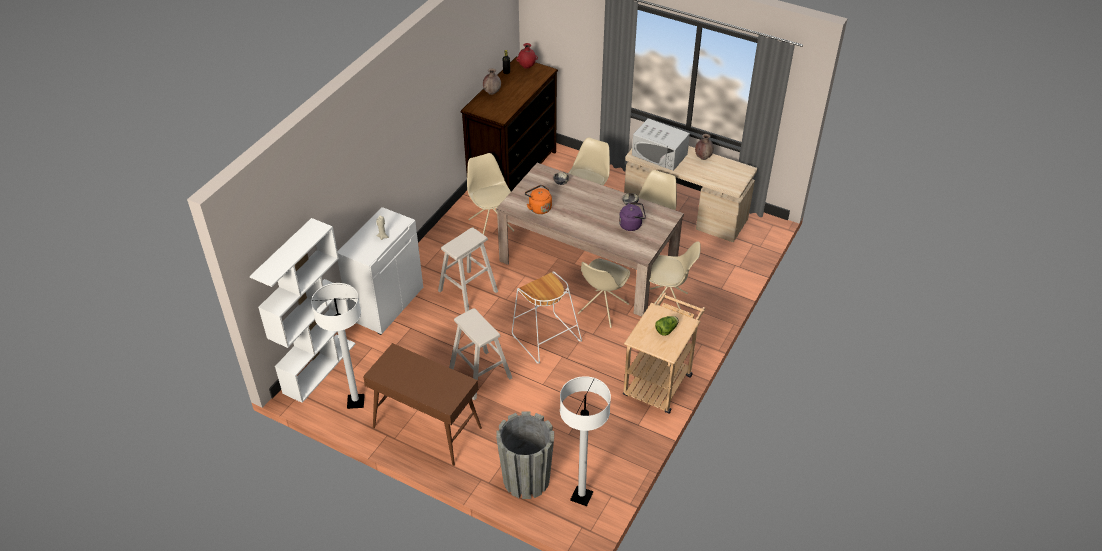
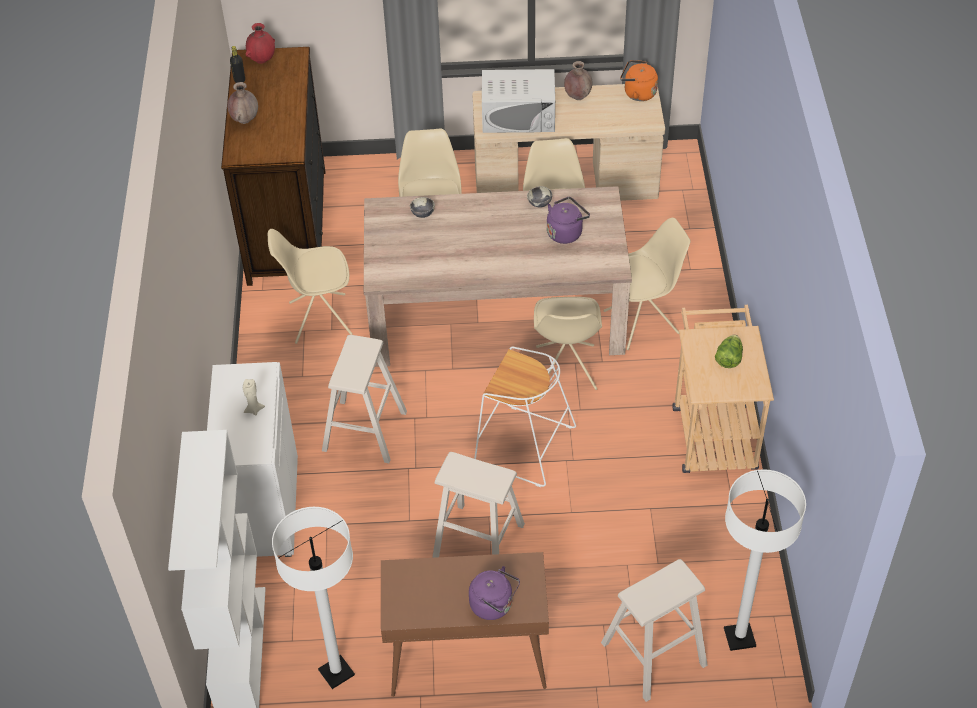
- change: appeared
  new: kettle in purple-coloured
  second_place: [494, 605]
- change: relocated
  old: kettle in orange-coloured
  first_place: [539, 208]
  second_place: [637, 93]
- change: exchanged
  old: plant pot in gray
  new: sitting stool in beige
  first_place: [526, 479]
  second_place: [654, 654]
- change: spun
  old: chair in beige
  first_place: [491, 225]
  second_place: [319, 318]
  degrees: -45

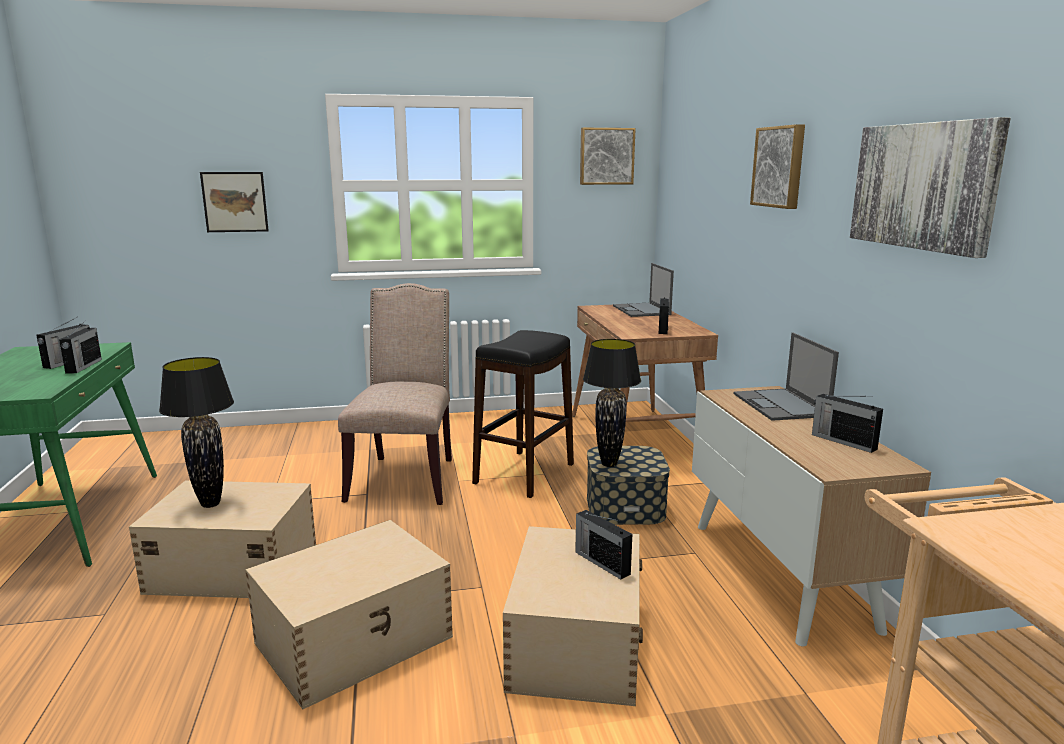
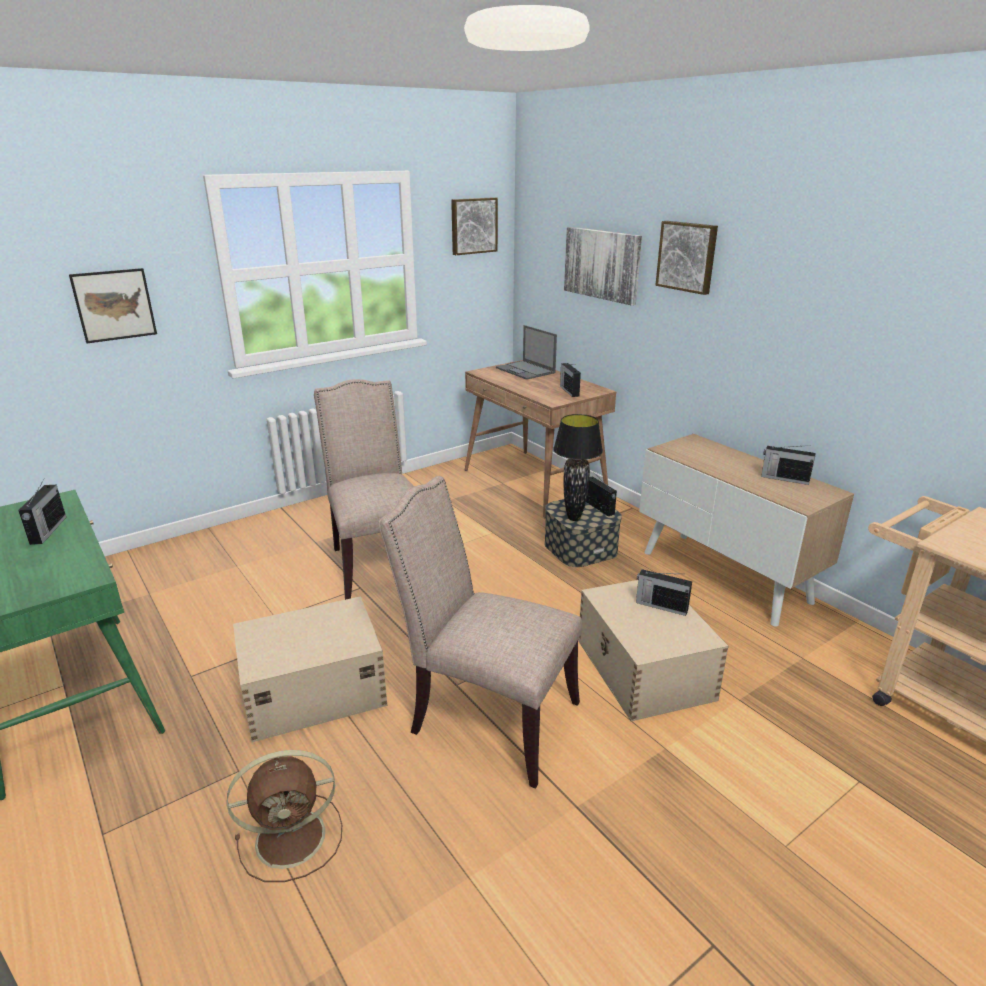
- change: missing
  old: lamp for a table in black-coloured
  first_place: [210, 504]
- change: missing
  old: sitting stool in black-coloured
  first_place: [524, 473]
- change: missing
  old: laptop
  first_place: [781, 405]
- change: appeared
  new: electric fan in brownish
  second_place: [294, 837]
- change: relocated
  old: radio receiver
  first_place: [83, 366]
  second_place: [599, 508]
- change: relocated
  old: wall picture
  first_place: [924, 186]
  second_place: [602, 264]
- change: exchanged
  old: storage bin in beige
  new: chair in beige
  first_place: [356, 639]
  second_place: [487, 718]

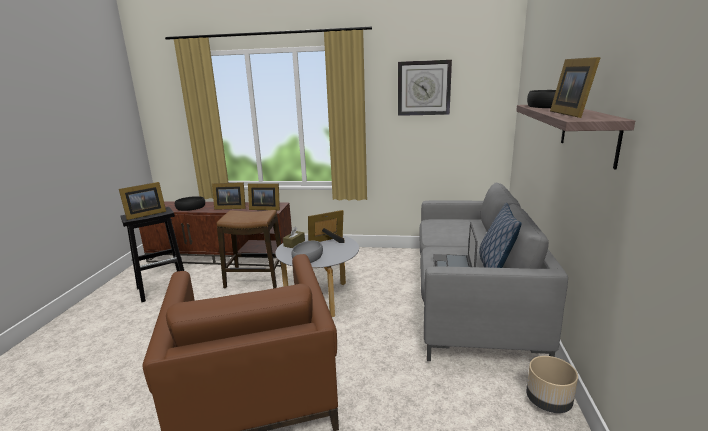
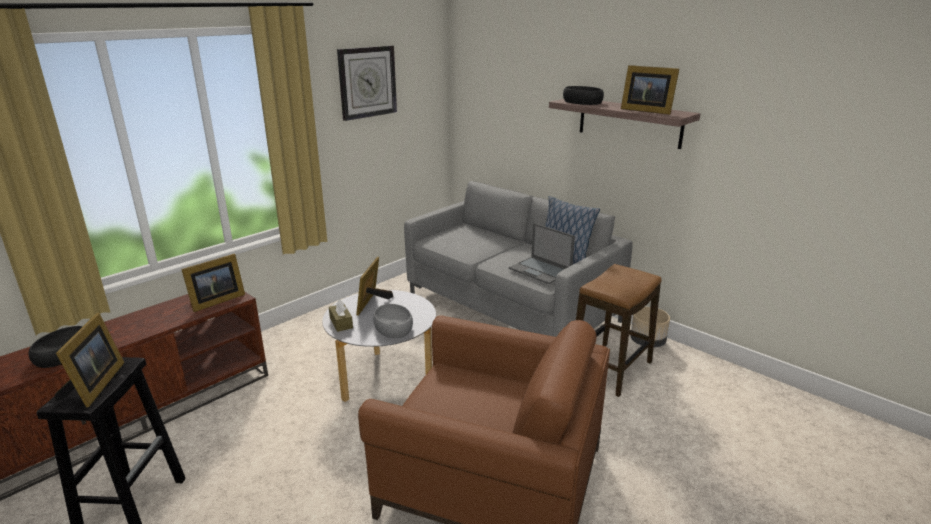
- change: missing
  old: picture frame
  first_place: [230, 207]
- change: relocated
  old: sitting stool
  first_place: [255, 279]
  second_place: [610, 369]

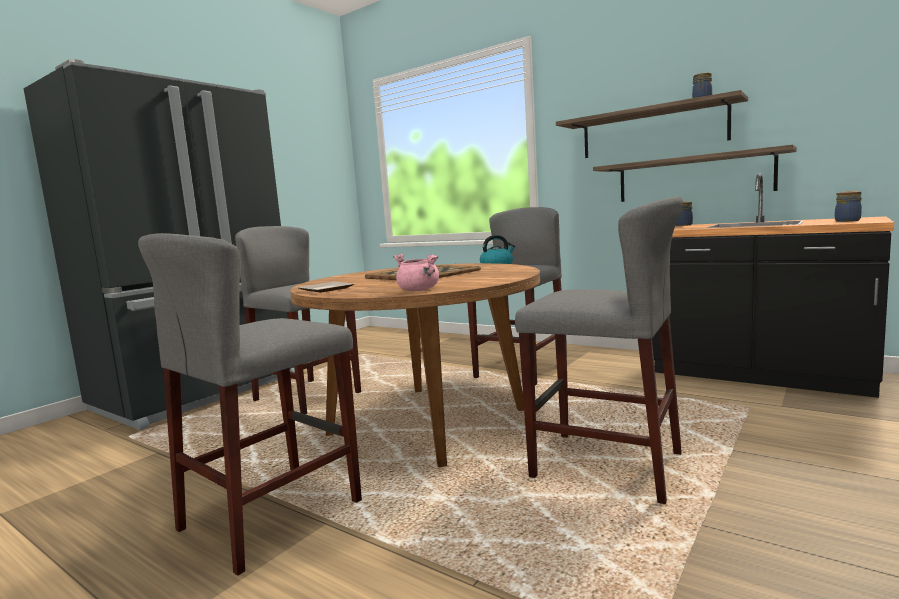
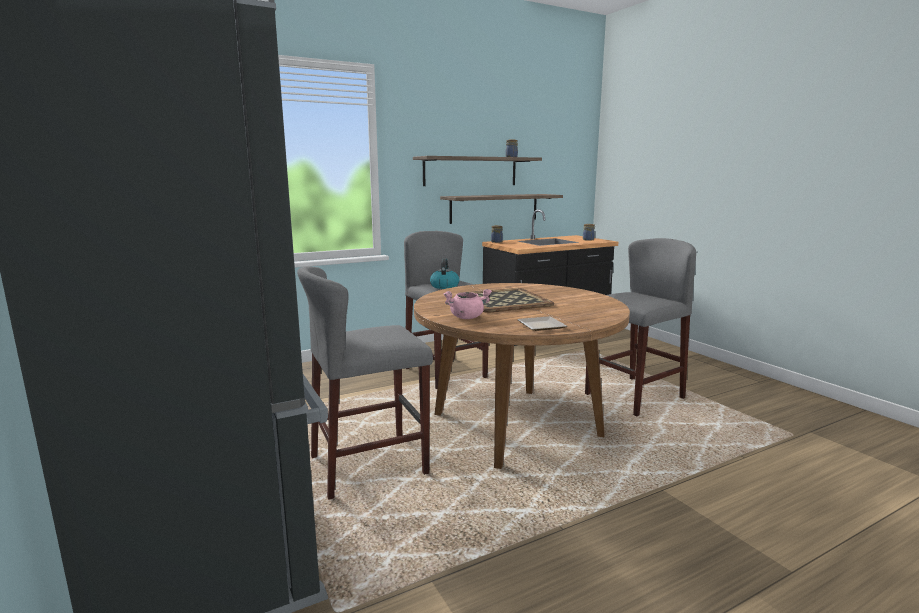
- change: missing
  old: sitting stool in gray
  first_place: [272, 515]
- change: relocated
  old: saucepot in pink-coloured
  first_place: [419, 290]
  second_place: [467, 317]

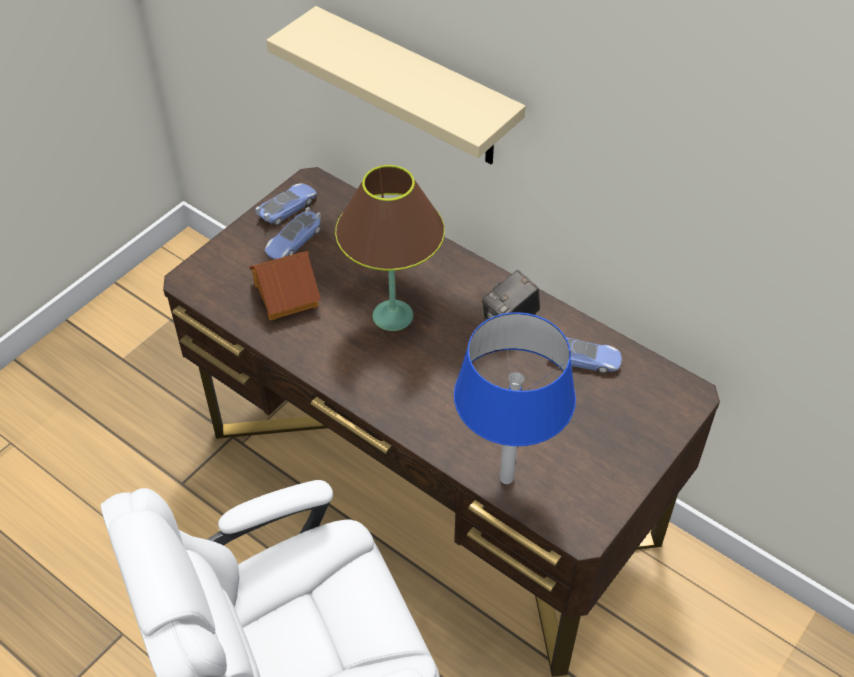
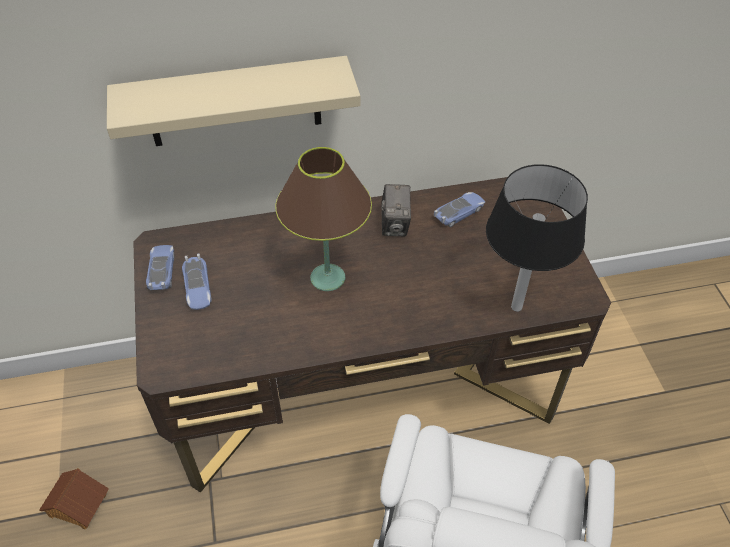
- change: relocated
  old: miniature house
  first_place: [285, 295]
  second_place: [77, 505]
- change: colour
  old: lamp for a table in blue
  new: lamp for a table in black-coloured
  first_place: [506, 478]
  second_place: [516, 307]

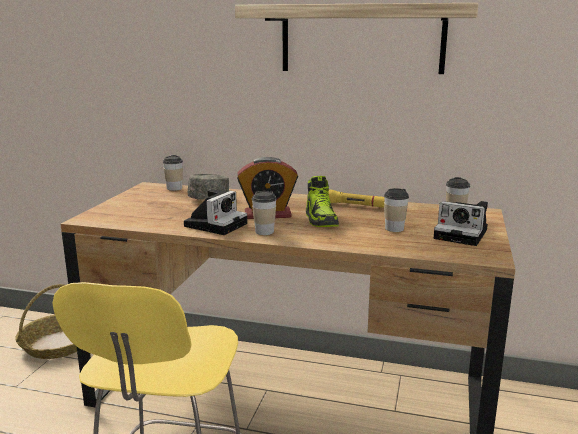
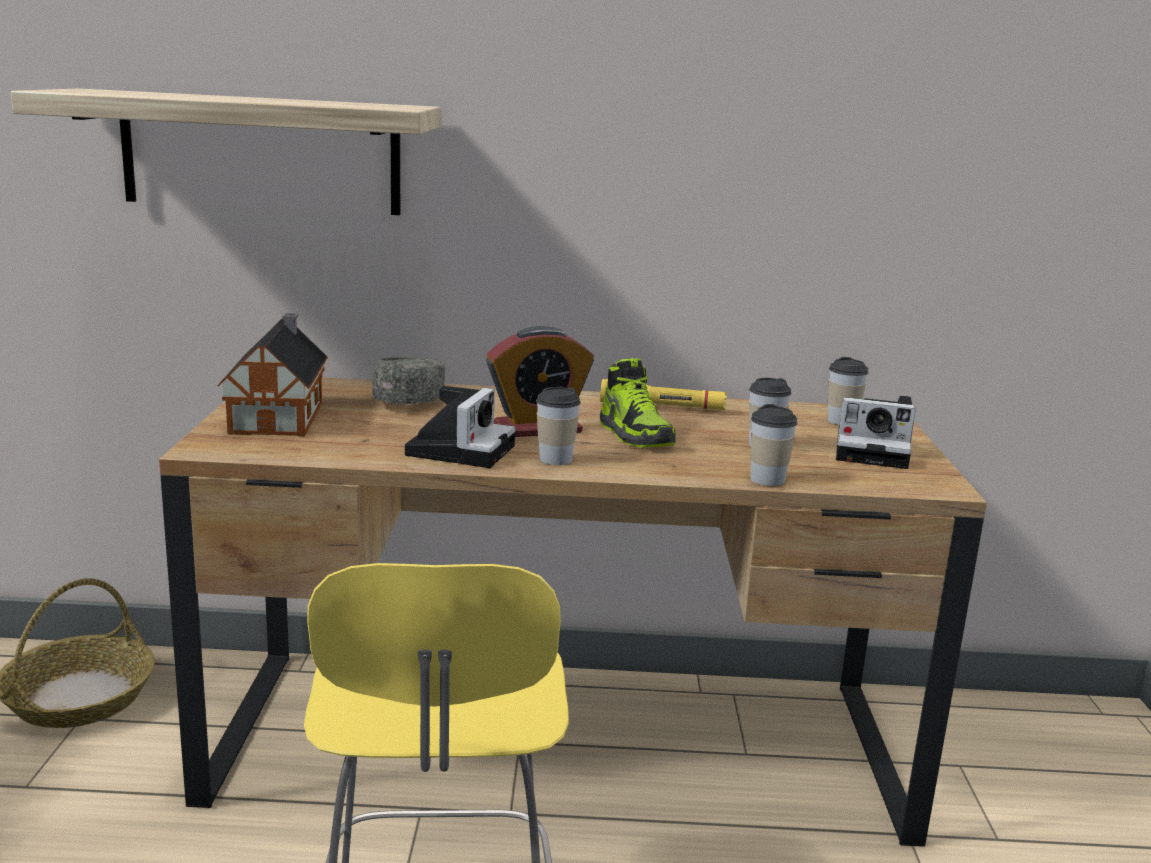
- change: appeared
  new: miniature house
  second_place: [279, 416]
- change: relocated
  old: small cup
  first_place: [174, 188]
  second_place: [767, 480]
- change: relocated
  old: wall shelf
  first_place: [362, 39]
  second_place: [261, 153]

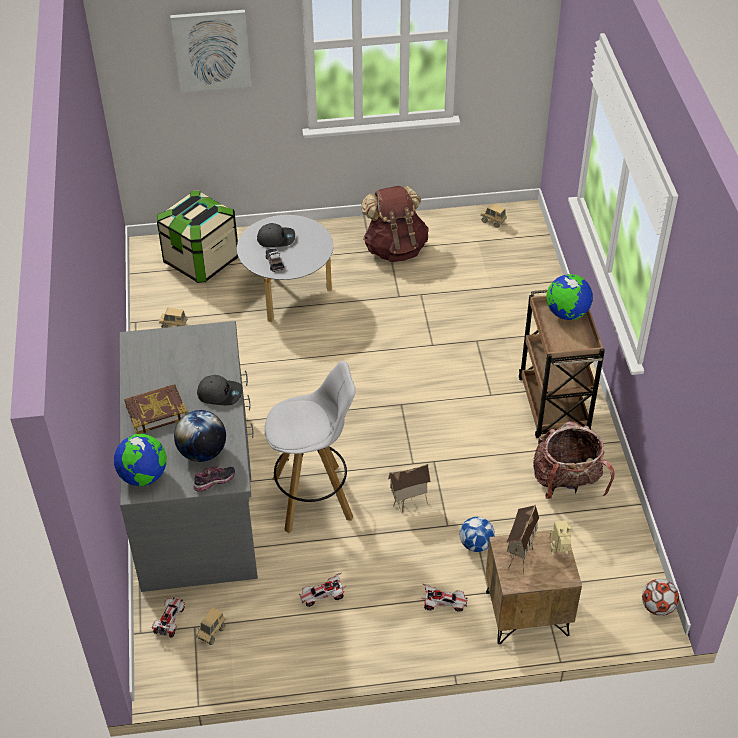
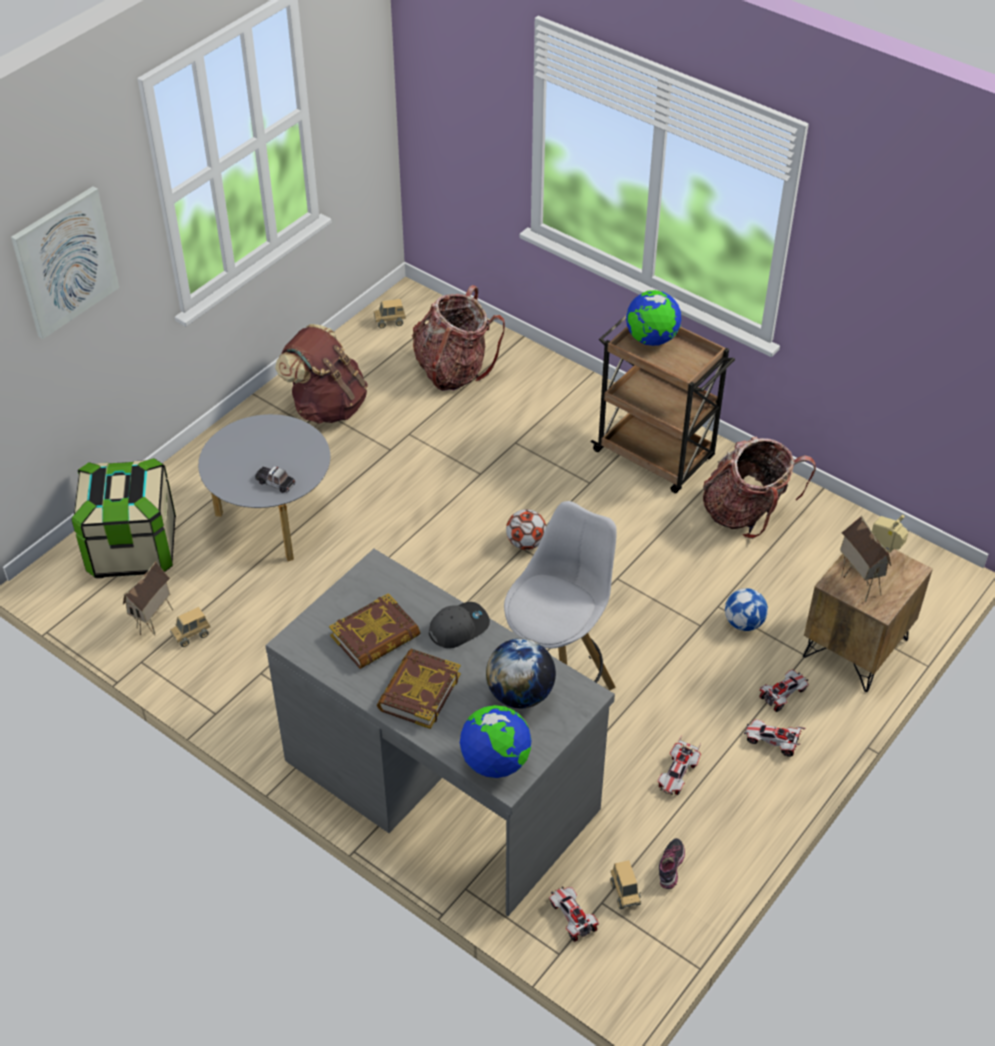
- change: missing
  old: cap in gray
  first_place: [276, 238]
- change: appeared
  new: bound book
  second_place: [375, 637]
- change: appeared
  new: backpack
  second_place: [453, 369]
- change: appeared
  new: miniature car
  second_place: [772, 742]
- change: relocated
  old: item of footwear
  first_place: [215, 483]
  second_place: [671, 868]
- change: relocated
  old: miniature house
  first_place: [409, 504]
  second_place: [155, 622]
- change: relocated
  old: ball for football
  first_place: [657, 607]
  second_place: [526, 543]

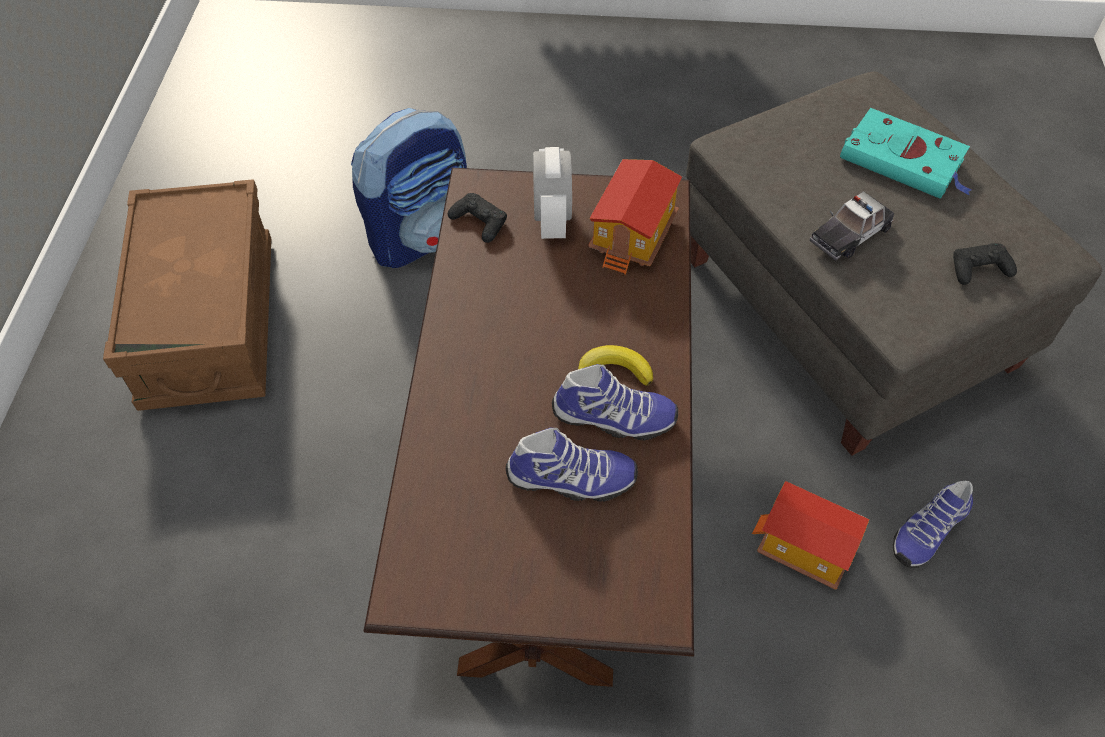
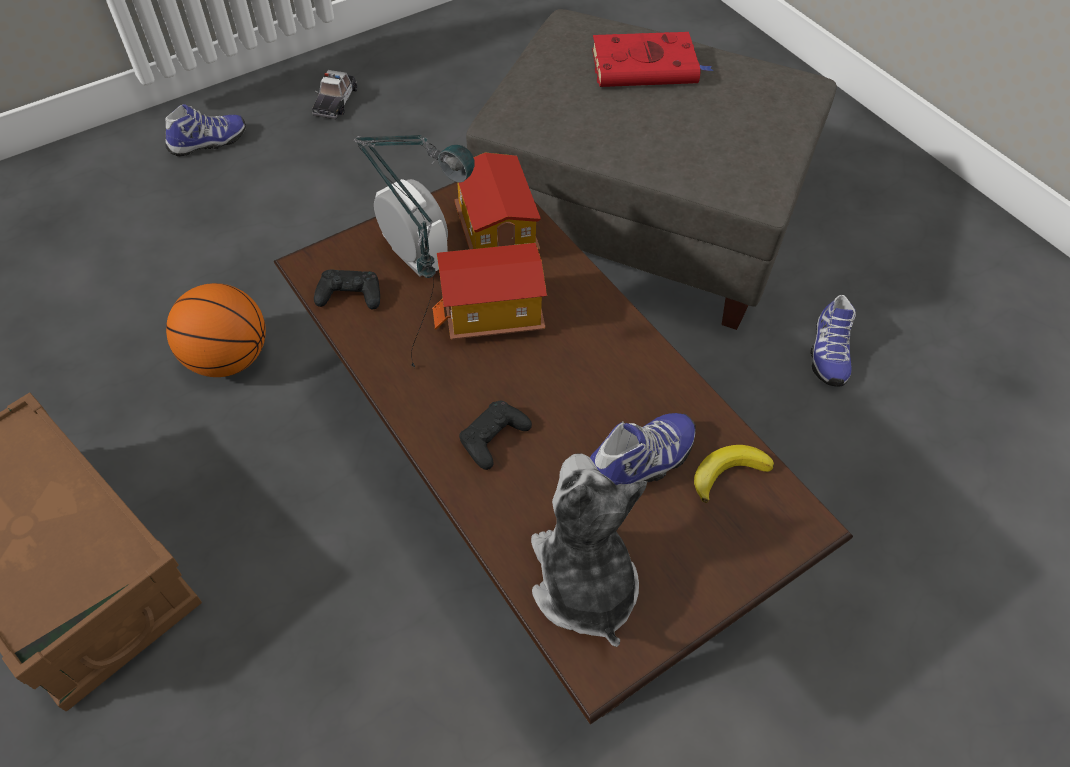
- change: appeared
  new: lamp for a table
  second_place: [434, 365]
- change: appeared
  new: soft toy
  second_place: [583, 581]
- change: relocated
  old: item of footwear
  first_place: [613, 419]
  second_place: [209, 143]
- change: relocated
  old: banana fruit
  first_place: [615, 369]
  second_place: [727, 473]
- change: relocated
  old: miniature house
  first_place: [803, 549]
  second_place: [492, 315]
- change: relocated
  old: miniature car
  first_place: [850, 233]
  second_place: [335, 101]
- change: relocated
  old: joypad in black-coloured
  first_place: [979, 269]
  second_place: [493, 438]
- change: exchanged
  old: backpack
  new: basketball
  first_place: [421, 235]
  second_place: [228, 358]
- change: colour
  old: bound book in blue-green
  new: bound book in red
  first_place: [905, 161]
  second_place: [647, 67]

